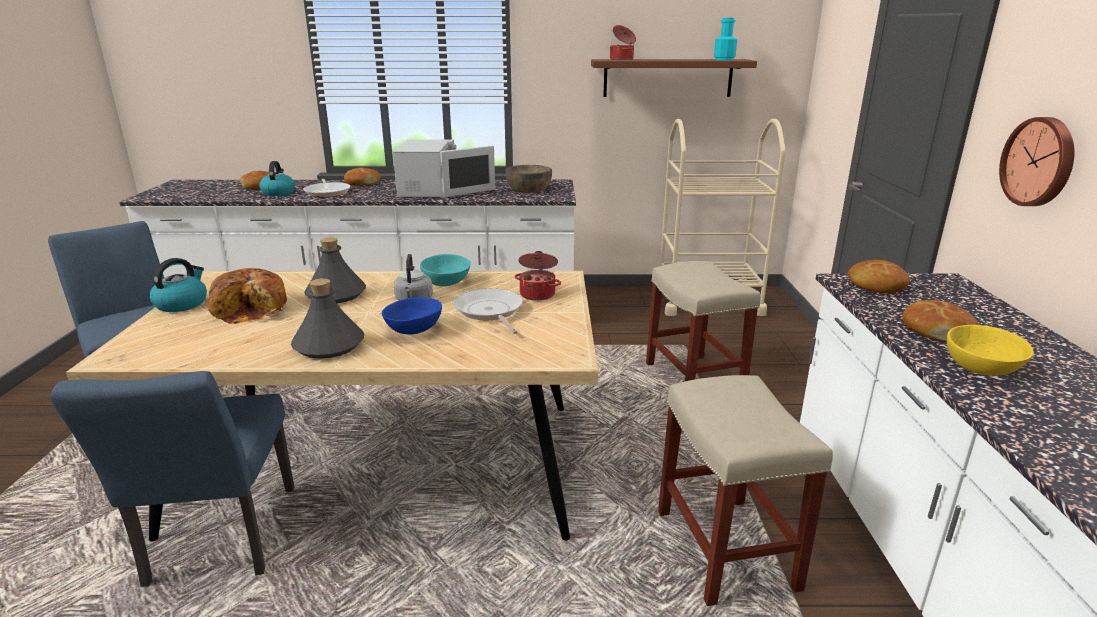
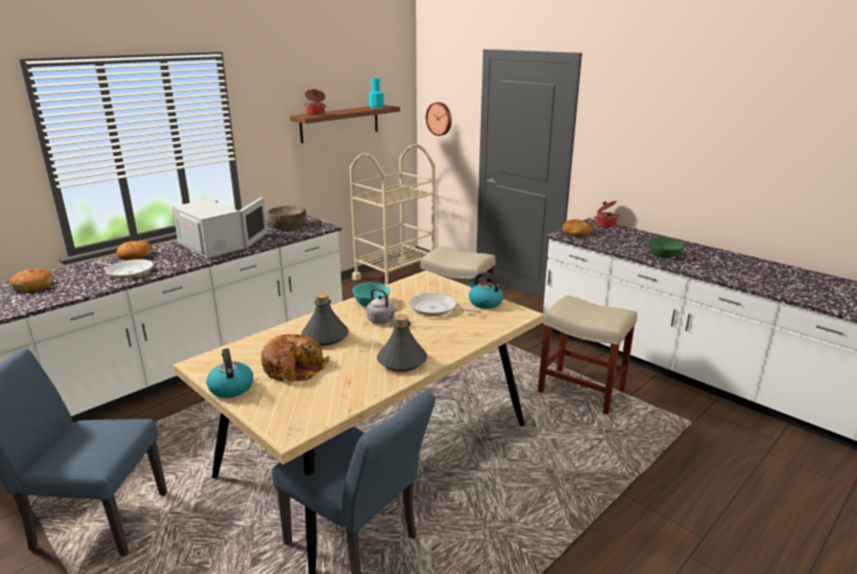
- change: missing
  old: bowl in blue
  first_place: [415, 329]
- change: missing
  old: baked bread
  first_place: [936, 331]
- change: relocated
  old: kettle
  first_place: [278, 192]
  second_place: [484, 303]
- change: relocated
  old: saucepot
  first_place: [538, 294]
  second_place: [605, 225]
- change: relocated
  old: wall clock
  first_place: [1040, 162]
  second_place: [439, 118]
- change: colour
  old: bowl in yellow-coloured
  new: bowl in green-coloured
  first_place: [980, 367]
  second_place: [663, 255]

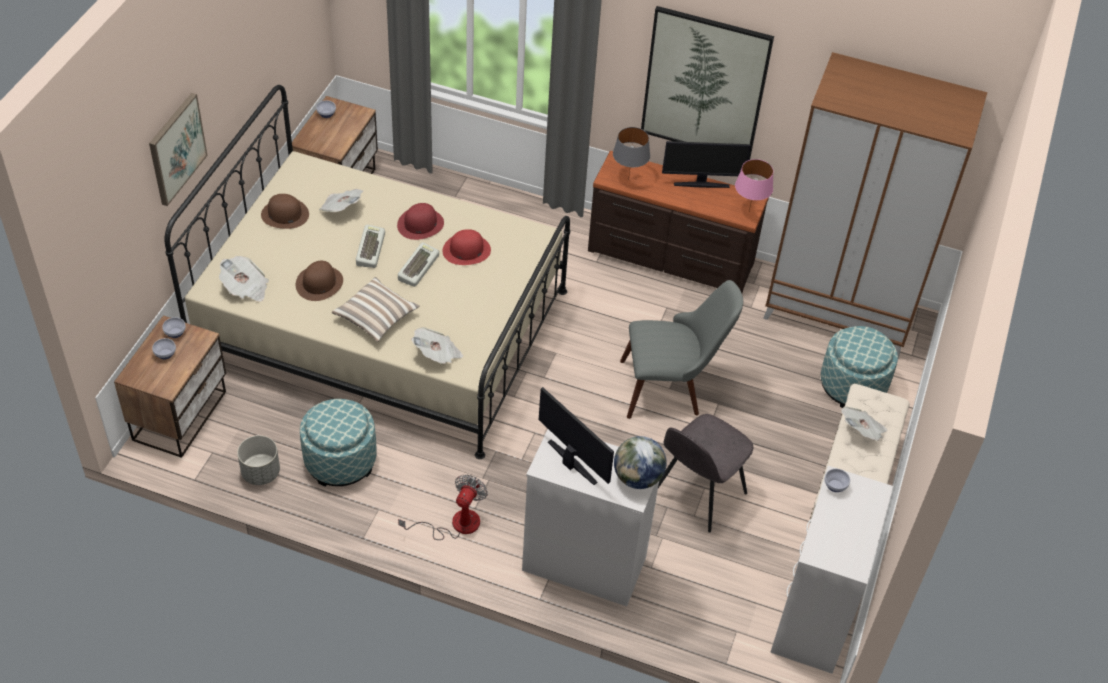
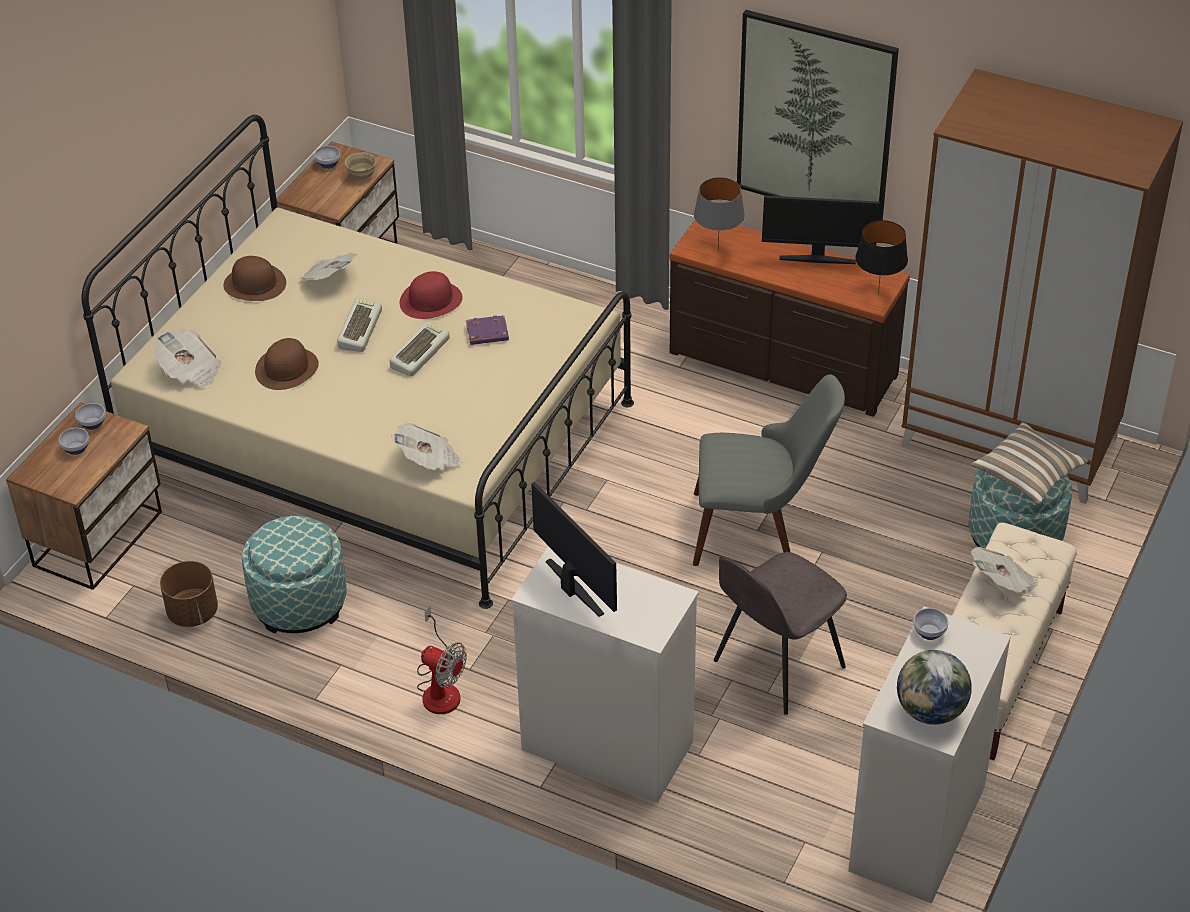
- change: missing
  old: wall picture
  first_place: [176, 148]
- change: appeared
  new: bowl in beige
  second_place: [362, 176]
- change: relocated
  old: throw pillow
  first_place: [376, 317]
  second_place: [1028, 475]
- change: relocated
  old: globe
  first_place: [637, 478]
  second_place: [930, 711]
- change: exchanged
  old: wearable hat in red
  new: bound book in purple-coloured
  first_place: [466, 250]
  second_place: [487, 334]
- change: colour
  old: plant pot in gray
  new: plant pot in brownish
  first_place: [260, 473]
  second_place: [192, 613]
- change: colour
  old: lamp for a table in pink-coloured
  new: lamp for a table in black-coloured
  first_place: [749, 212]
  second_place: [878, 295]
- change: spun
  old: electric fan
  first_place: [455, 524]
  second_place: [440, 688]
  degrees: 90

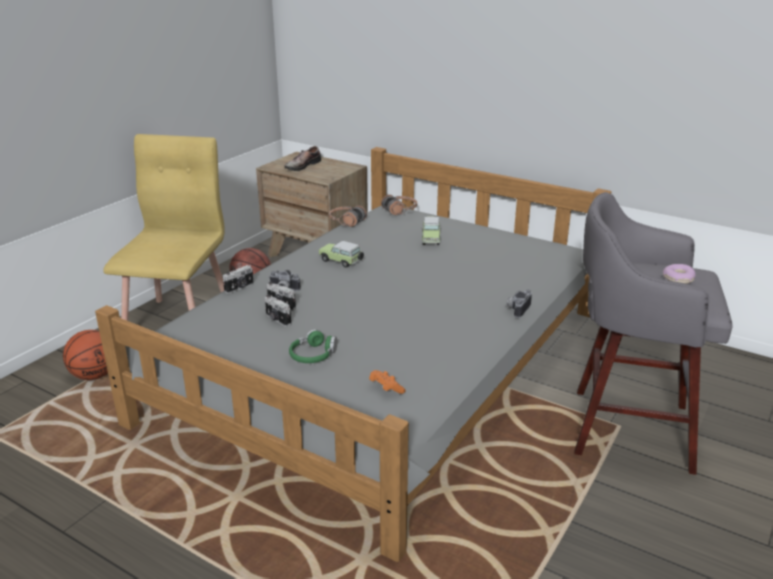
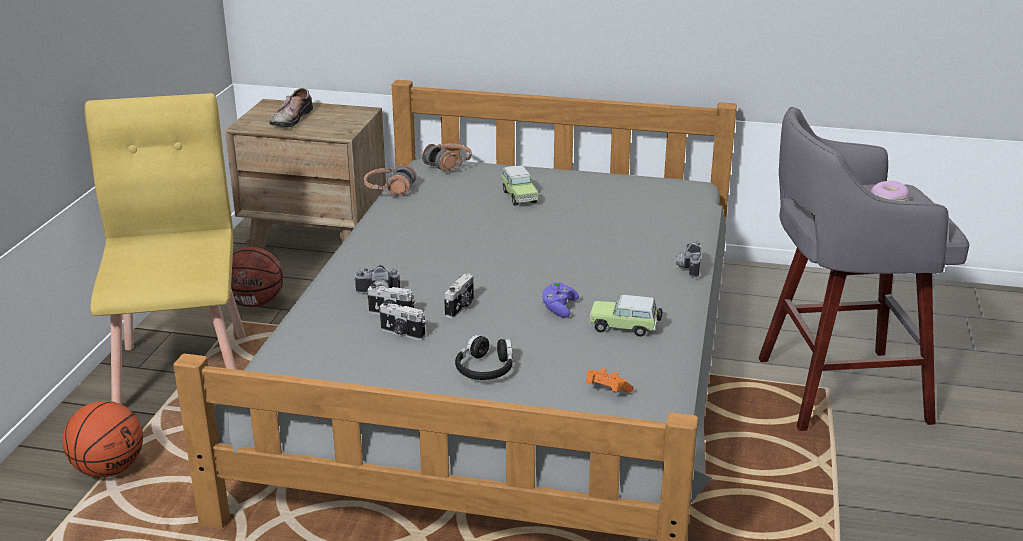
- change: appeared
  new: joypad in purple-coloured
  second_place: [558, 308]
- change: relocated
  old: photo camera
  first_place: [239, 288]
  second_place: [461, 308]
- change: relocated
  old: miniature car
  first_place: [342, 261]
  second_place: [625, 327]
- change: colour
  old: pair of headphones in green-coloured
  new: pair of headphones in black-coloured
  first_place: [313, 355]
  second_place: [485, 369]

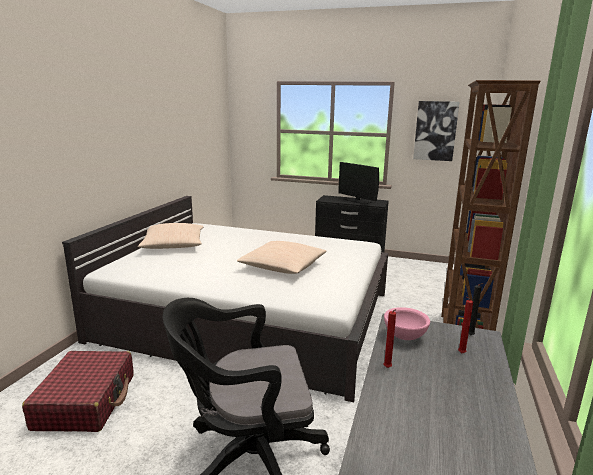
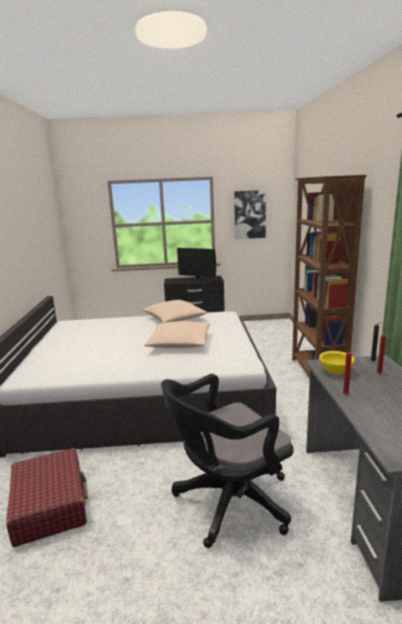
- change: relocated
  old: throw pillow in beige
  first_place: [173, 245]
  second_place: [174, 319]
- change: colour
  old: bowl in pink-coloured
  new: bowl in yellow-coloured
  first_place: [404, 336]
  second_place: [335, 372]

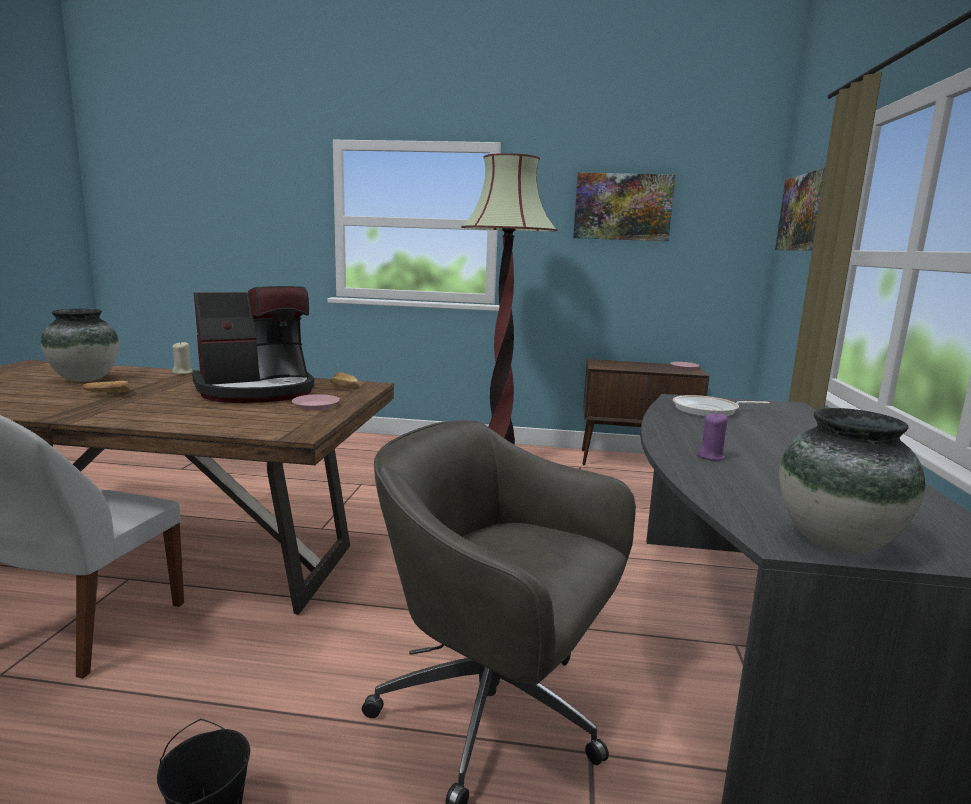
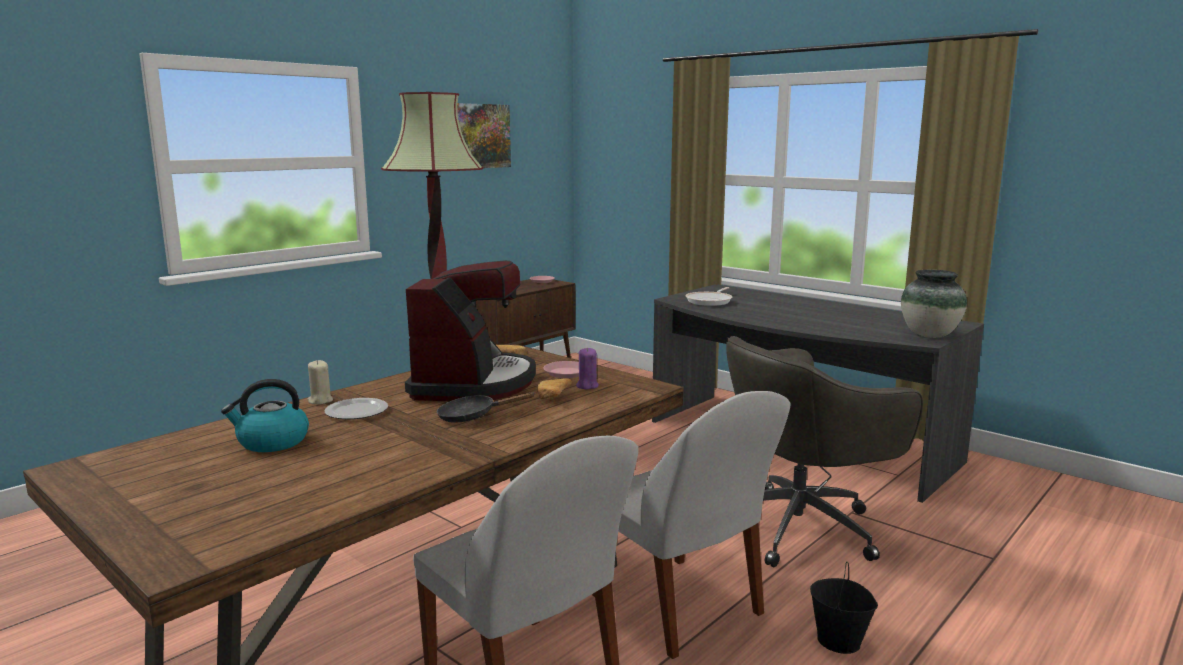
- change: missing
  old: wall picture
  first_place: [804, 213]
- change: appeared
  new: plate
  second_place: [356, 412]
- change: appeared
  new: skillet in black-coloured
  second_place: [473, 416]
- change: appeared
  new: chair in white-coloured
  second_place: [679, 608]
- change: relocated
  old: baked bread
  first_place: [108, 394]
  second_place: [552, 398]
- change: relocated
  old: wax candle in purple-coloured
  first_place: [710, 456]
  second_place: [587, 386]
- change: exchanged
  old: vase
  new: kettle
  first_place: [85, 379]
  second_place: [272, 442]

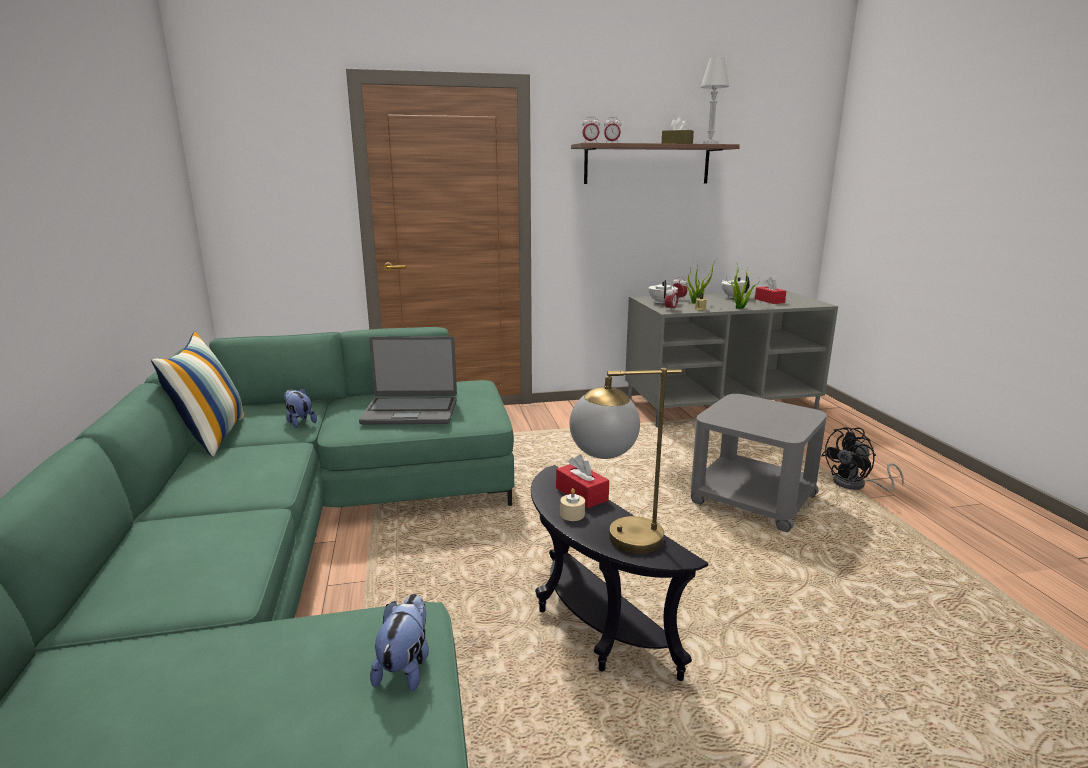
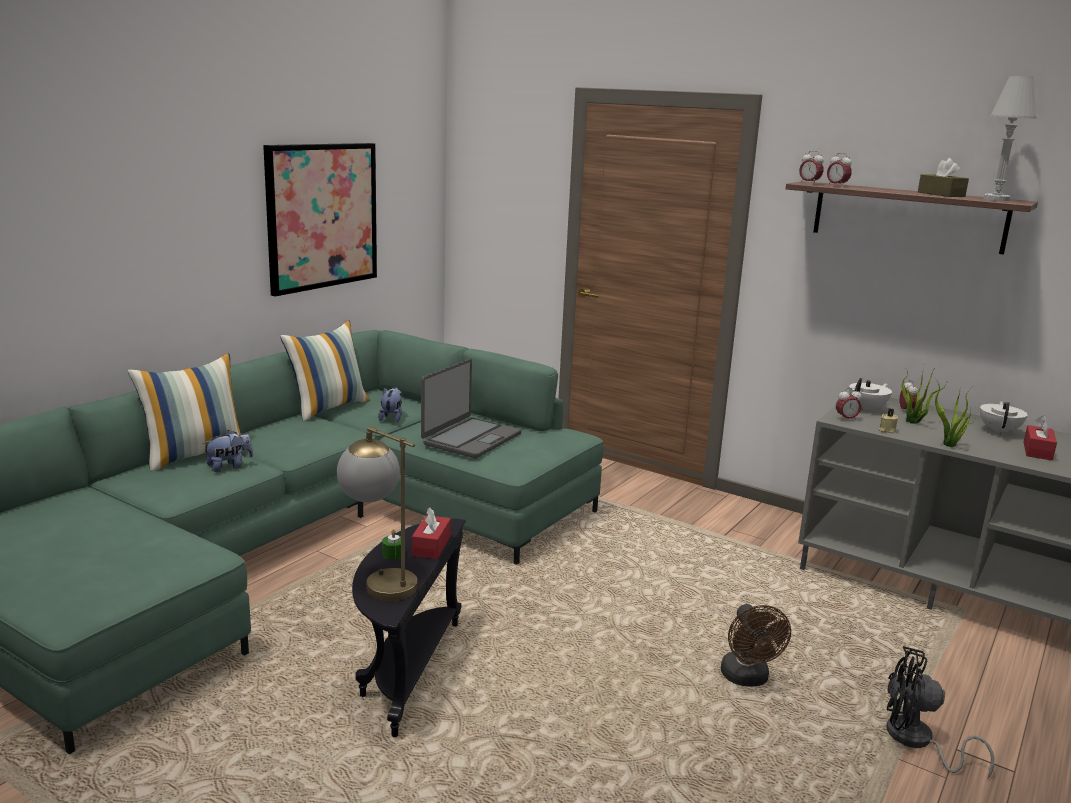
- change: appeared
  new: throw pillow
  second_place: [195, 455]
- change: appeared
  new: wall picture
  second_place: [322, 216]
- change: relocated
  old: soft toy
  first_place: [405, 667]
  second_place: [229, 466]
- change: exchanged
  old: side table in gray
  new: electric fan in brownish
  first_place: [751, 499]
  second_place: [747, 679]
- change: colour
  old: wax candle in beige
  new: wax candle in green-coloured
  first_place: [572, 514]
  second_place: [393, 554]
- change: spun
  old: laptop
  first_place: [410, 411]
  second_place: [471, 439]
  degrees: -105

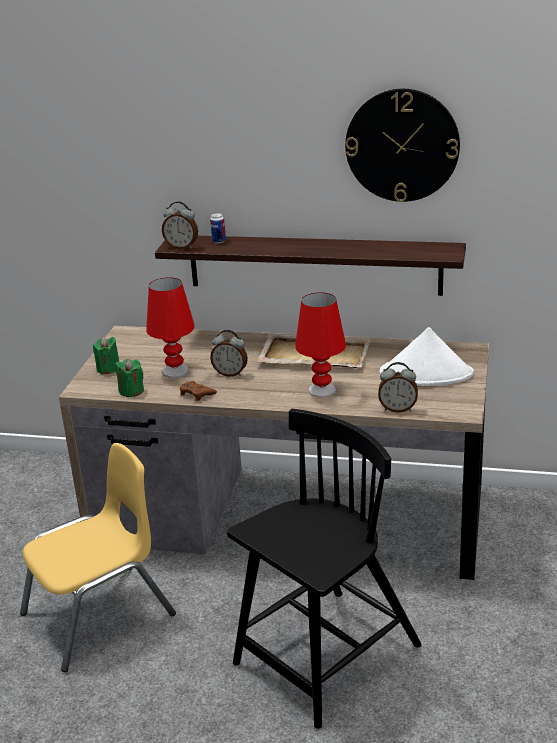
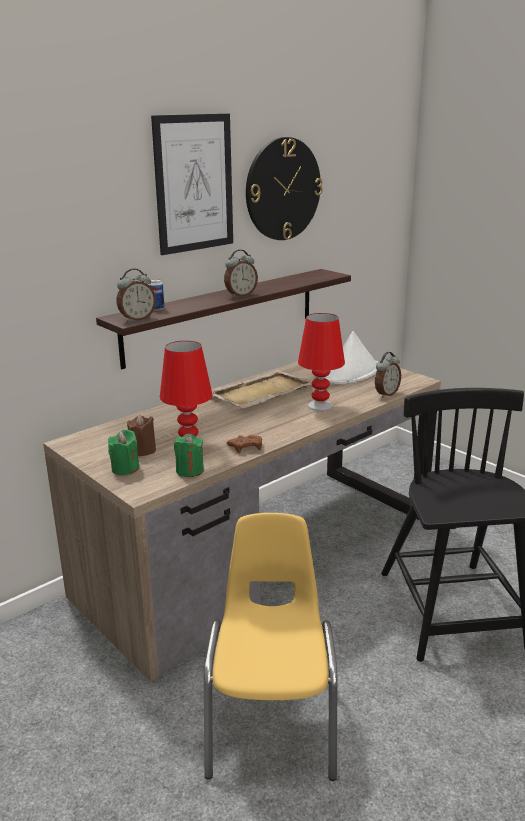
- change: appeared
  new: wax candle in brownish
  second_place: [142, 450]
- change: appeared
  new: wall picture
  second_place: [194, 184]
- change: relocated
  old: alarm clock
  first_place: [230, 373]
  second_place: [240, 295]

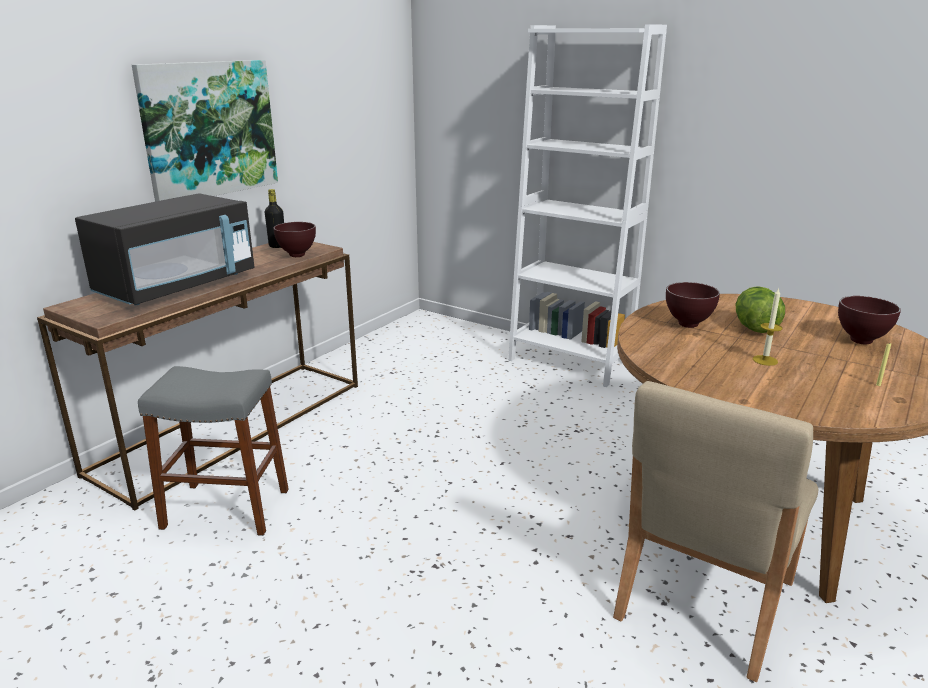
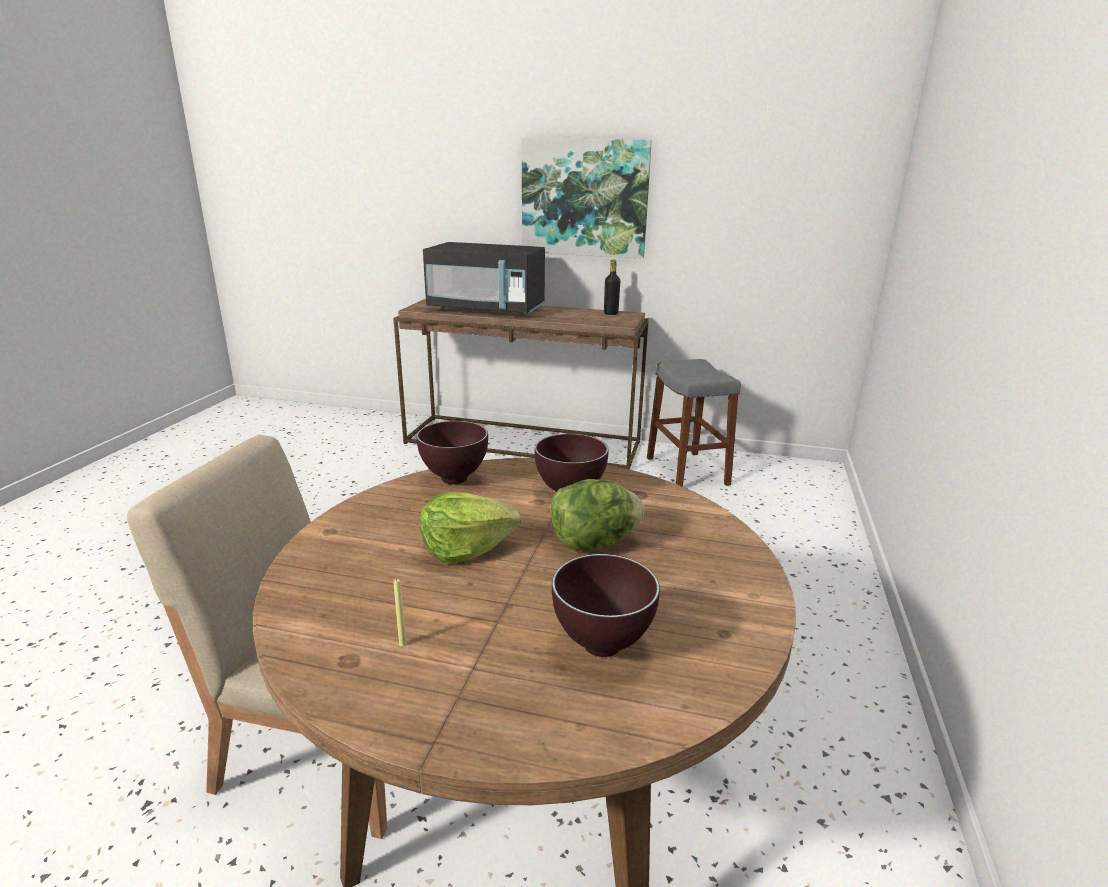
- change: missing
  old: bookcase in white-coloured
  first_place: [569, 362]
- change: relocated
  old: sitting stool in gray
  first_place: [226, 508]
  second_place: [687, 471]
- change: relocated
  old: bowl in brownish
  first_place: [297, 255]
  second_place: [456, 480]
- change: exchanged
  old: wax candle
  new: lettuce head
  first_place: [765, 360]
  second_place: [466, 548]

